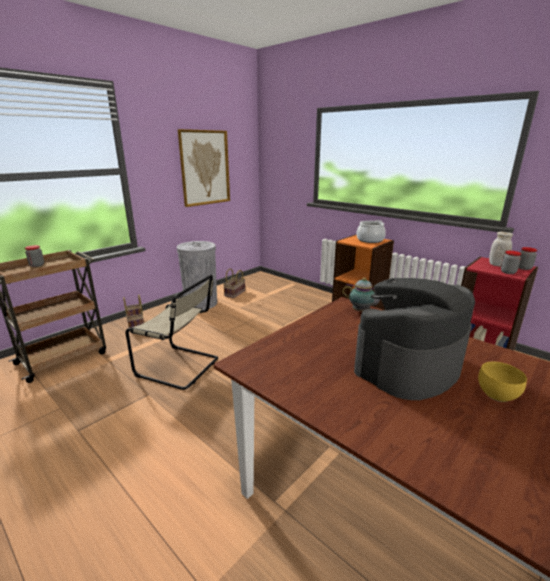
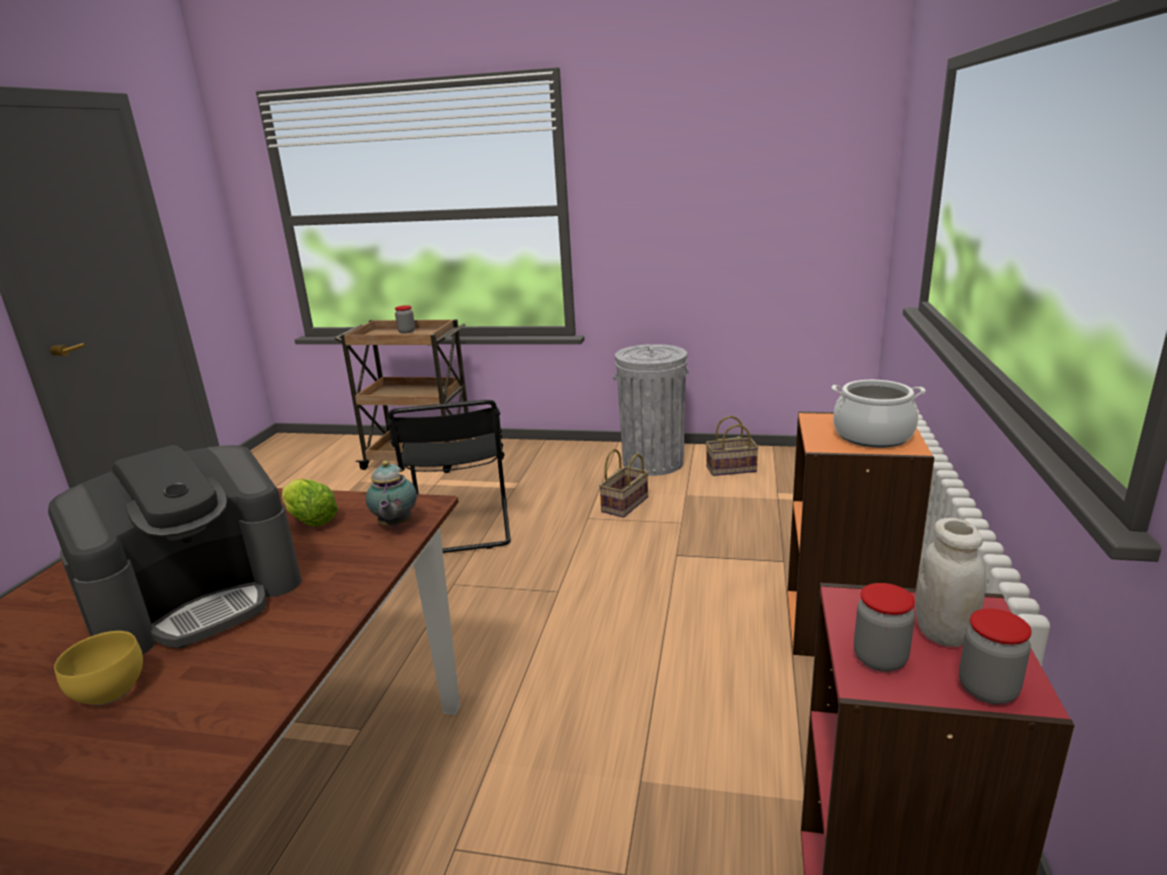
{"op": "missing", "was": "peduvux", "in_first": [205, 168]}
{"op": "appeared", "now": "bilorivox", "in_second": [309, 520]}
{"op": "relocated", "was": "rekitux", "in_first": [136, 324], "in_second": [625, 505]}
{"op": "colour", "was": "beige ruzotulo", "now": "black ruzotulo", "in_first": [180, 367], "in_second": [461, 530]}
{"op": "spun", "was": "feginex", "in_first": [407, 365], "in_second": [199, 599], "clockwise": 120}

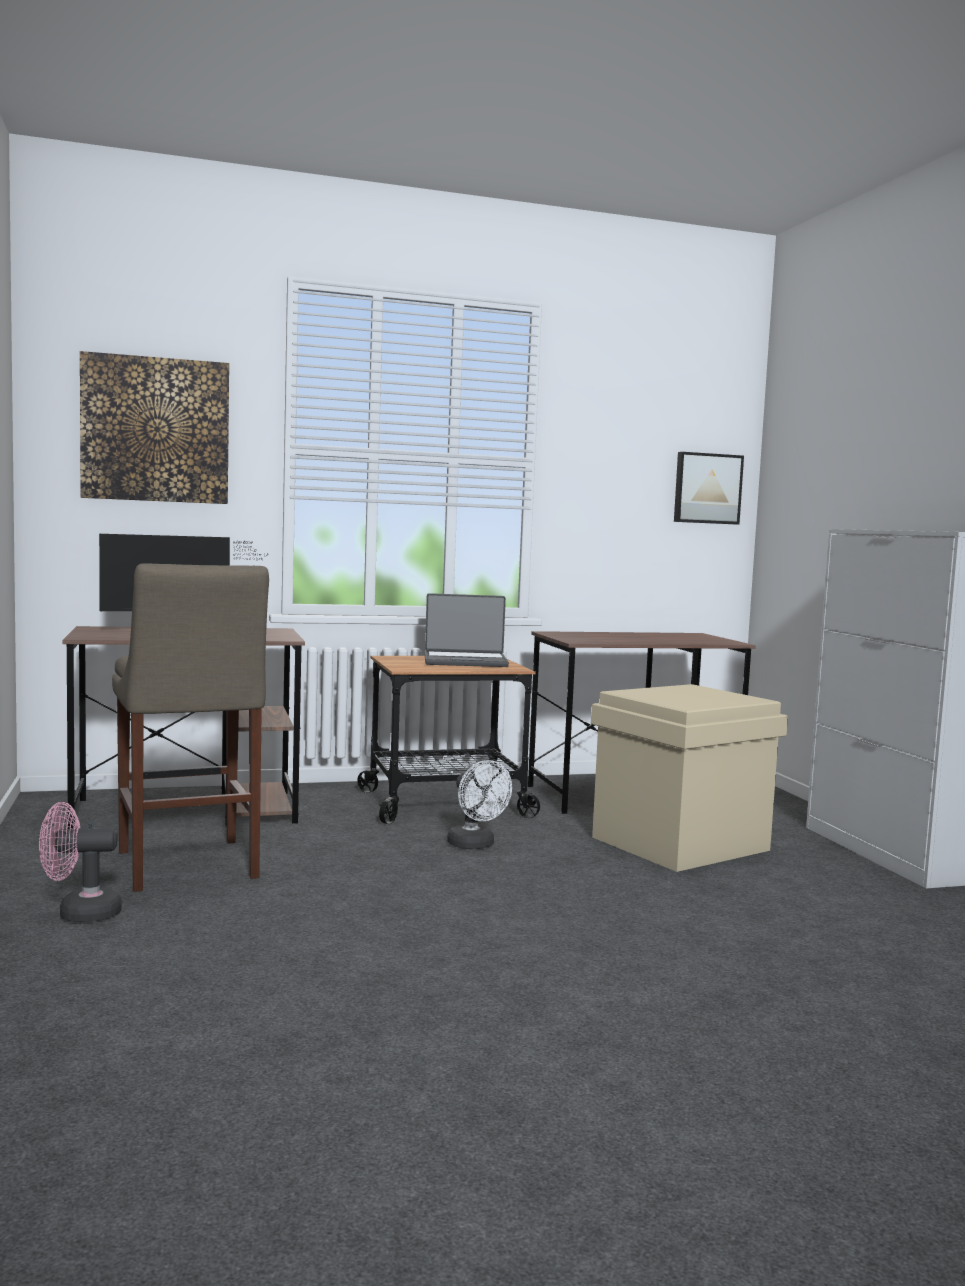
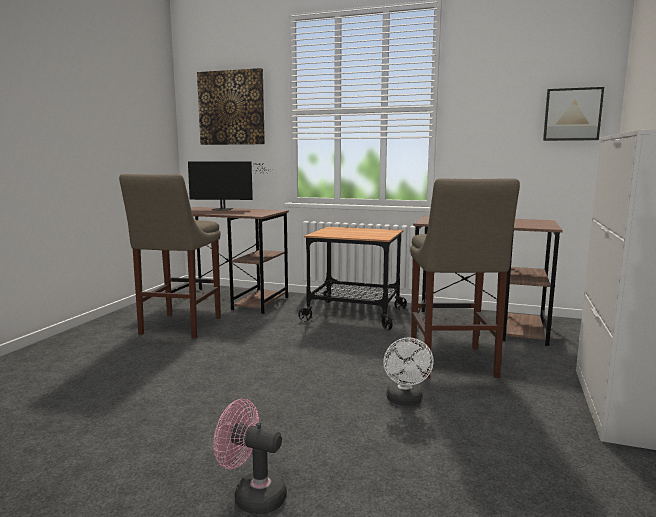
{"op": "missing", "was": "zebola", "in_first": [465, 661]}
{"op": "relocated", "was": "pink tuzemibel", "in_first": [79, 913], "in_second": [252, 495]}
{"op": "relocated", "was": "white tuzemibel", "in_first": [475, 845], "in_second": [405, 401]}
{"op": "exchanged", "was": "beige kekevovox", "now": "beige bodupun", "in_first": [679, 844], "in_second": [452, 364]}

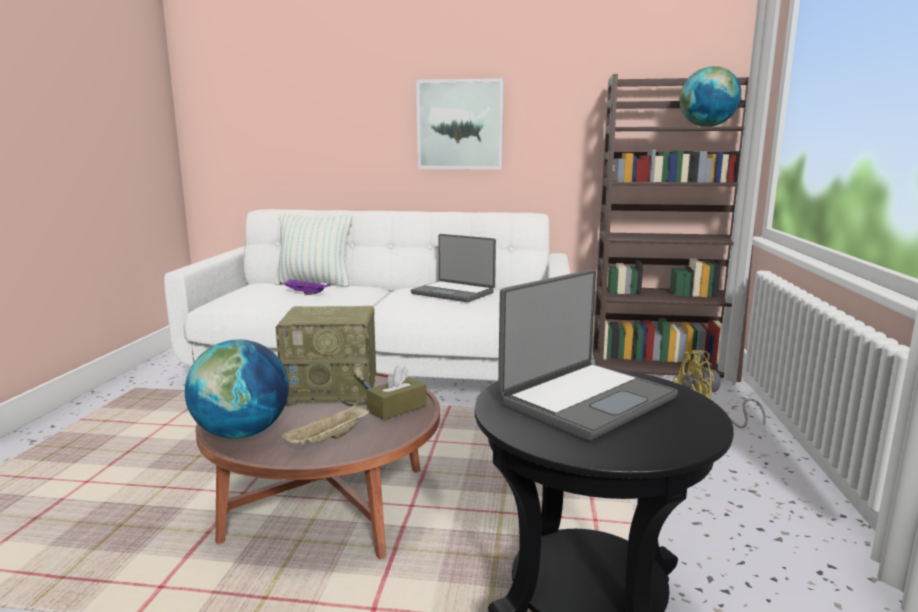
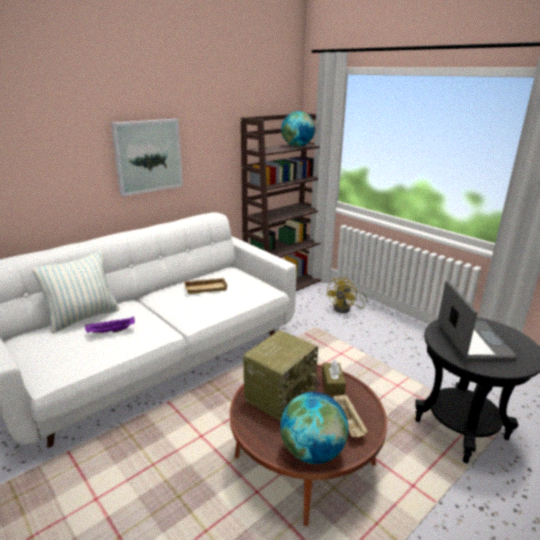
{"op": "exchanged", "was": "zebola", "now": "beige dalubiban", "in_first": [454, 293], "in_second": [206, 288]}

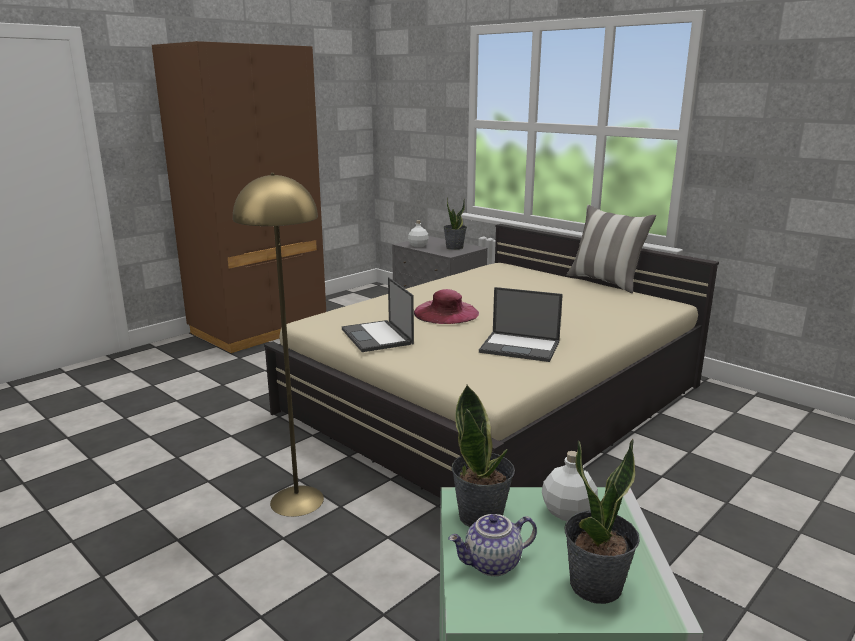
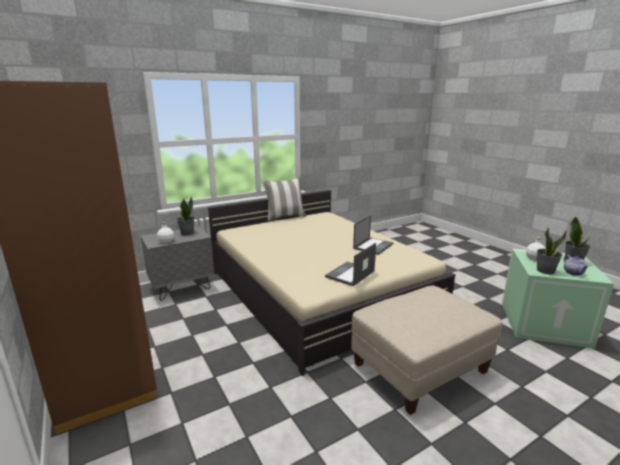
{"op": "missing", "was": "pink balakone", "in_first": [446, 312]}
{"op": "exchanged", "was": "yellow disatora", "now": "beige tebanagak", "in_first": [297, 500], "in_second": [420, 369]}
{"op": "spun", "was": "zebola", "in_first": [377, 337], "in_second": [350, 274], "clockwise": 135}

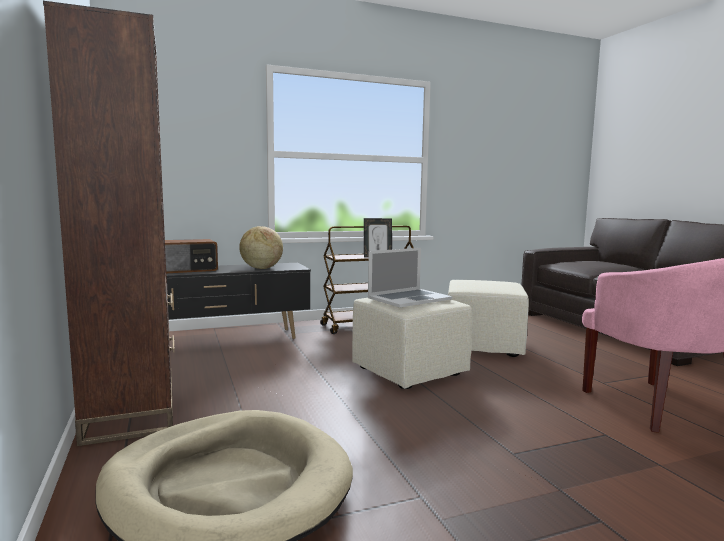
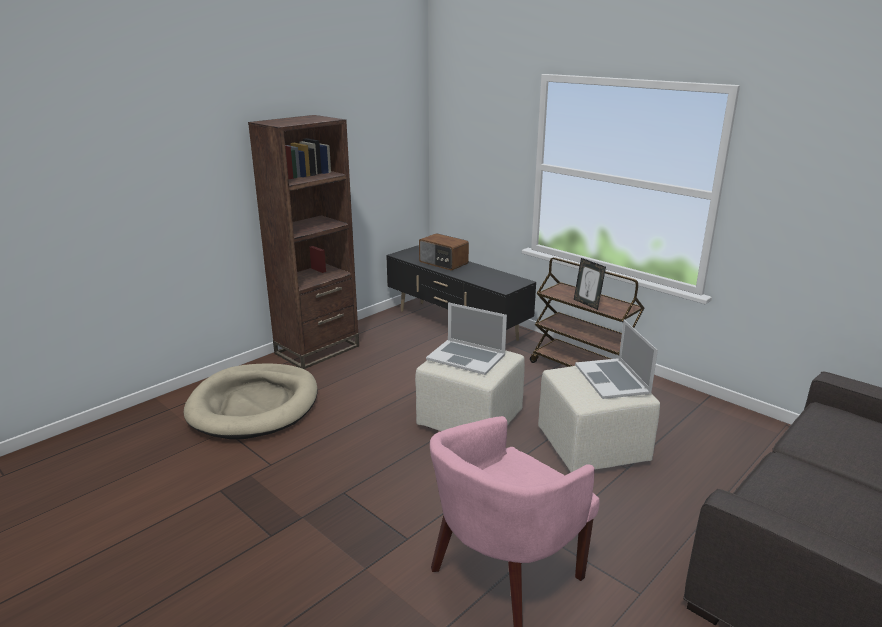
{"op": "missing", "was": "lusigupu", "in_first": [261, 268]}
{"op": "appeared", "now": "zebola", "in_second": [612, 378]}

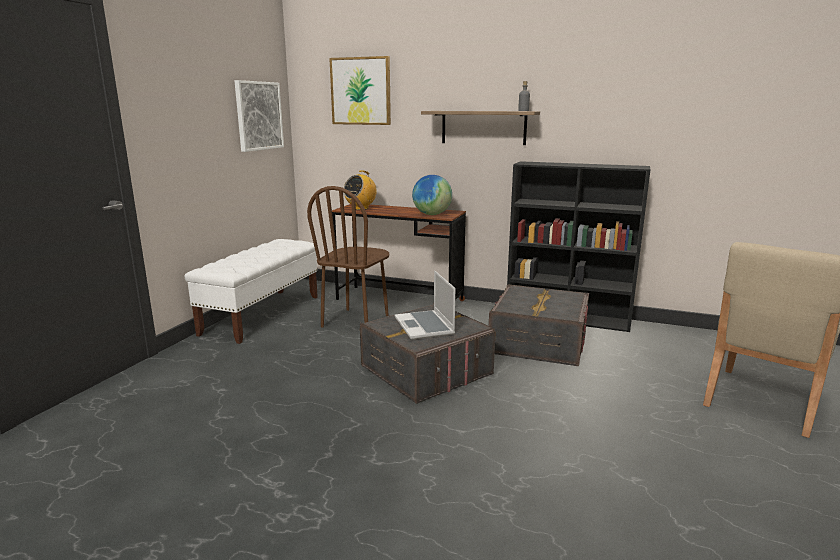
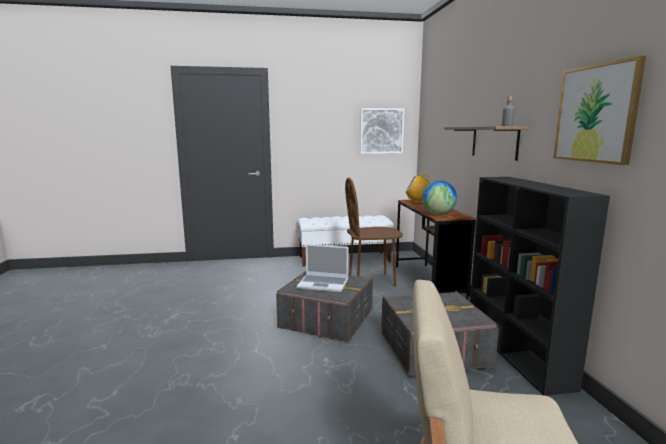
{"op": "relocated", "was": "peduvux", "in_first": [361, 91], "in_second": [596, 113]}
{"op": "spun", "was": "zebola", "in_first": [425, 326], "in_second": [324, 284], "clockwise": -120}

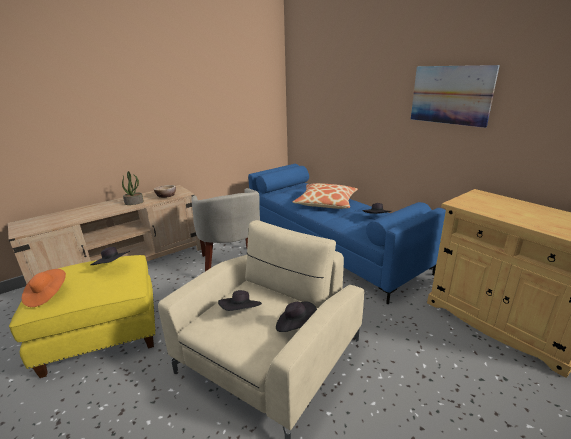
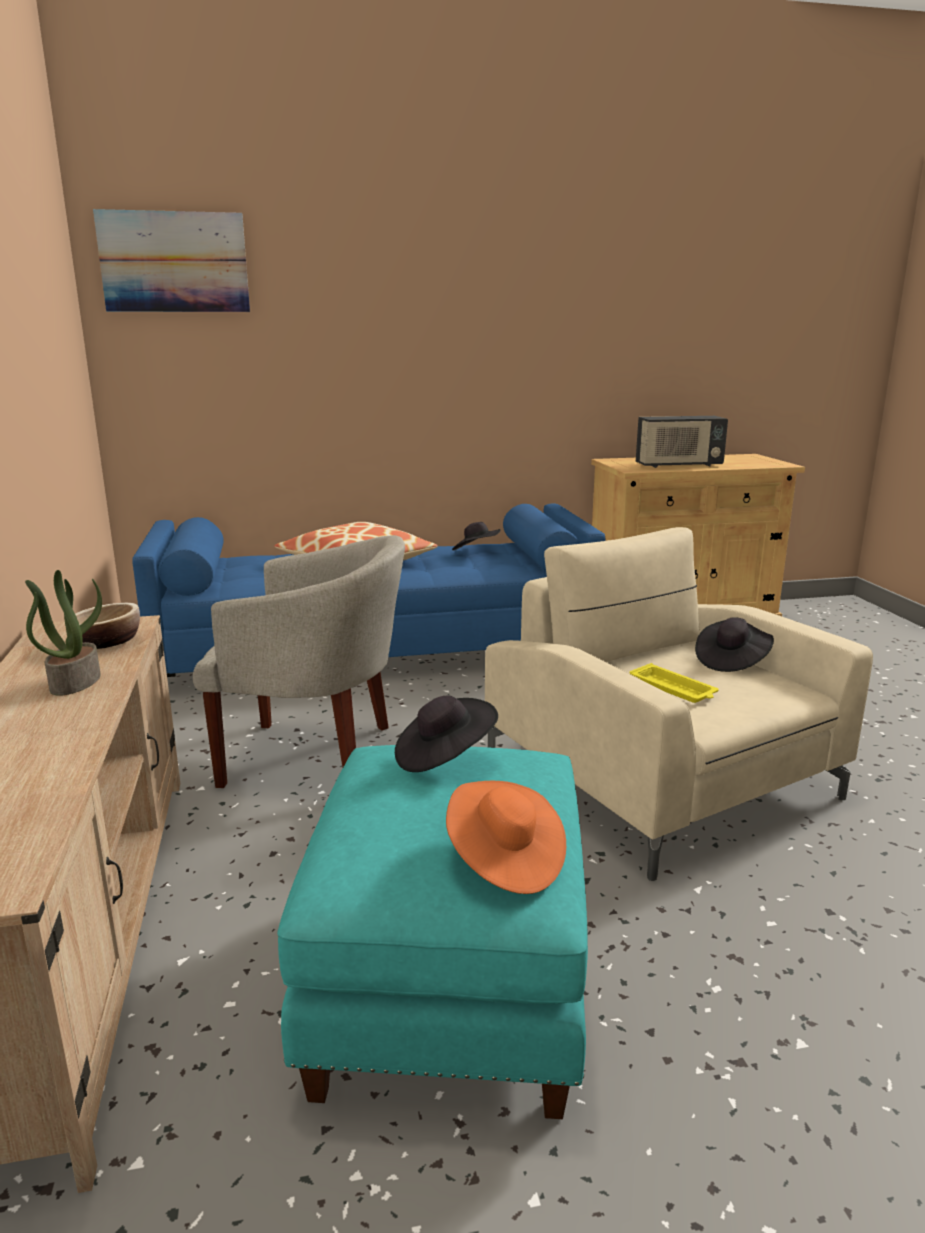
{"op": "appeared", "now": "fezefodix", "in_second": [678, 465]}
{"op": "relocated", "was": "peduvux", "in_first": [450, 95], "in_second": [174, 262]}
{"op": "exchanged", "was": "black balakone", "now": "yellow dalubiban", "in_first": [241, 312], "in_second": [674, 689]}
{"op": "colour", "was": "yellow tebanagak", "now": "turquoise tebanagak", "in_first": [103, 335], "in_second": [445, 985]}

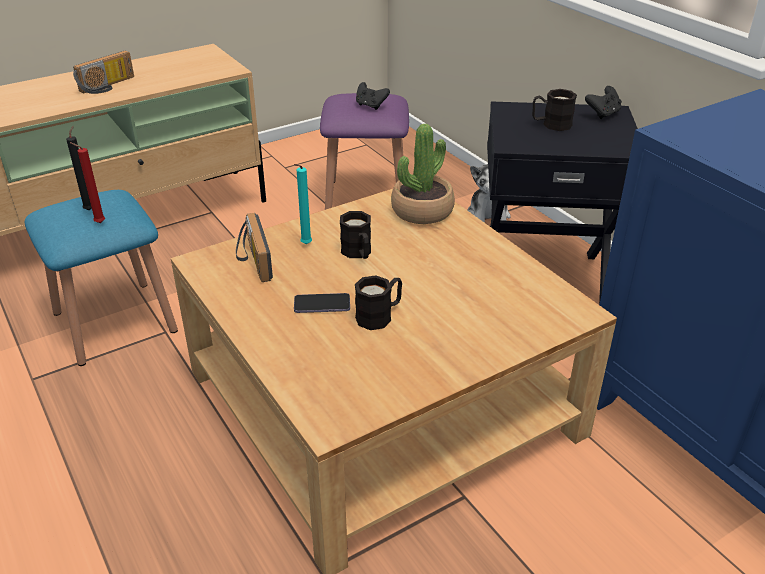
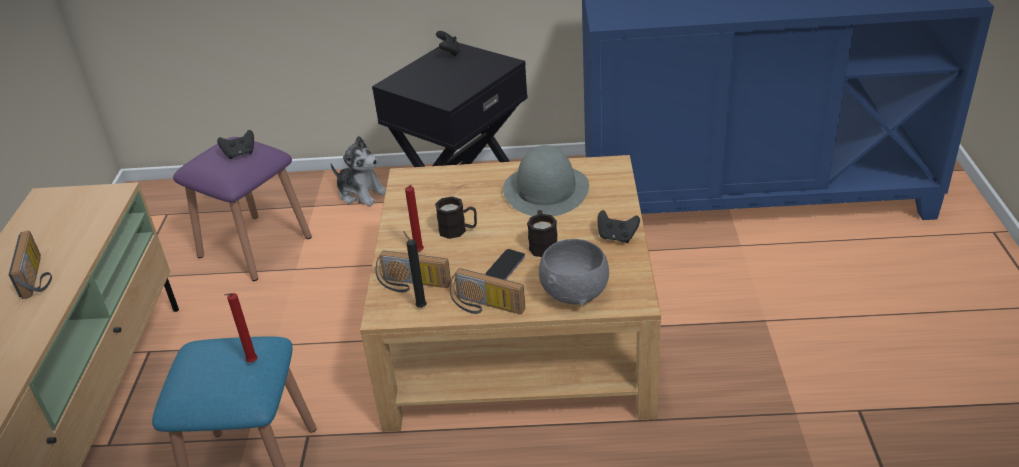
{"op": "missing", "was": "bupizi", "in_first": [422, 210]}
{"op": "missing", "was": "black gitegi", "in_first": [551, 124]}
{"op": "appeared", "now": "fezefodix", "in_second": [485, 307]}
{"op": "appeared", "now": "grey balakone", "in_second": [545, 189]}
{"op": "appeared", "now": "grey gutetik", "in_second": [575, 293]}
{"op": "appeared", "now": "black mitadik", "in_second": [617, 237]}
{"op": "relocated", "was": "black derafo", "in_first": [90, 209], "in_second": [420, 306]}
{"op": "colour", "was": "turquoise derafo", "now": "red derafo", "in_first": [305, 245], "in_second": [419, 252]}

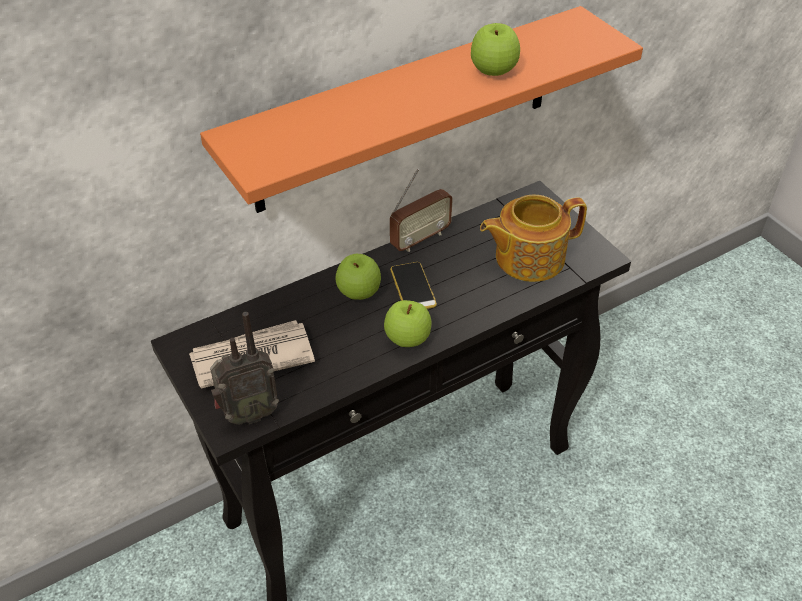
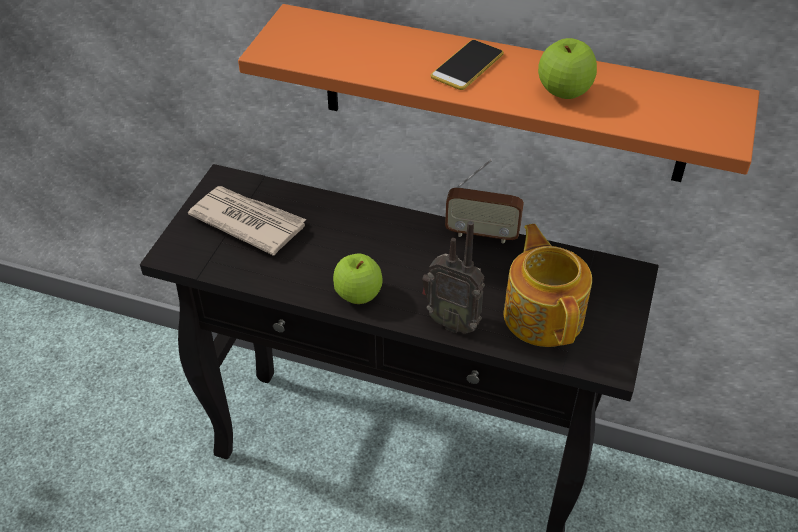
{"op": "missing", "was": "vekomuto", "in_first": [359, 293]}
{"op": "relocated", "was": "fezefodix", "in_first": [248, 414], "in_second": [453, 321]}
{"op": "relocated", "was": "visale", "in_first": [413, 287], "in_second": [467, 66]}
{"op": "spun", "was": "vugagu", "in_first": [527, 257], "in_second": [544, 314], "clockwise": 45}

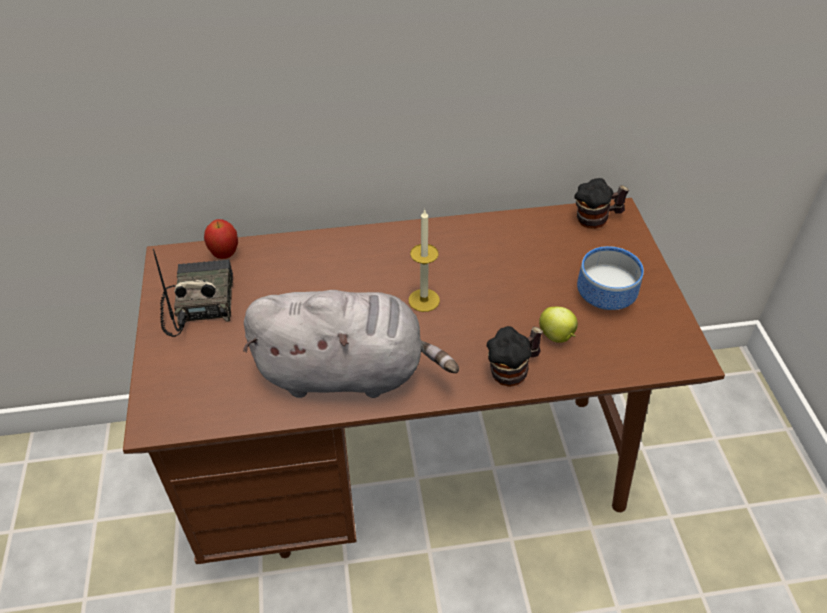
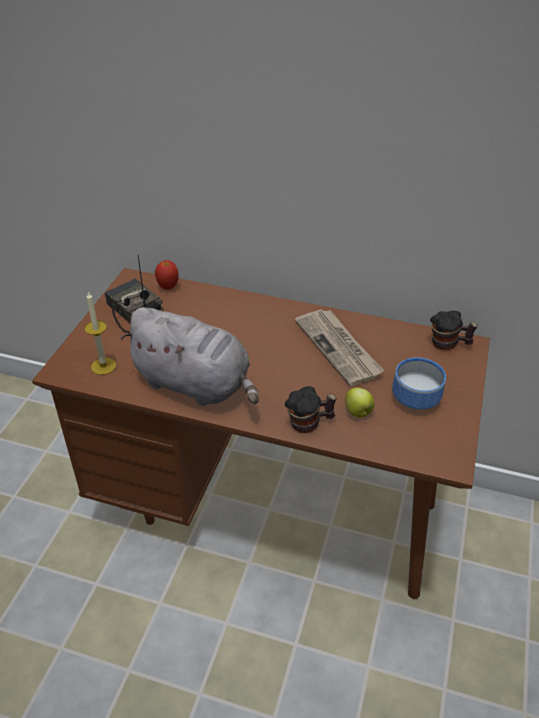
{"op": "appeared", "now": "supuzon", "in_second": [339, 348]}
{"op": "relocated", "was": "derafo", "in_first": [424, 300], "in_second": [103, 366]}
{"op": "spun", "was": "fezefodix", "in_first": [199, 303], "in_second": [132, 311], "clockwise": -60}

